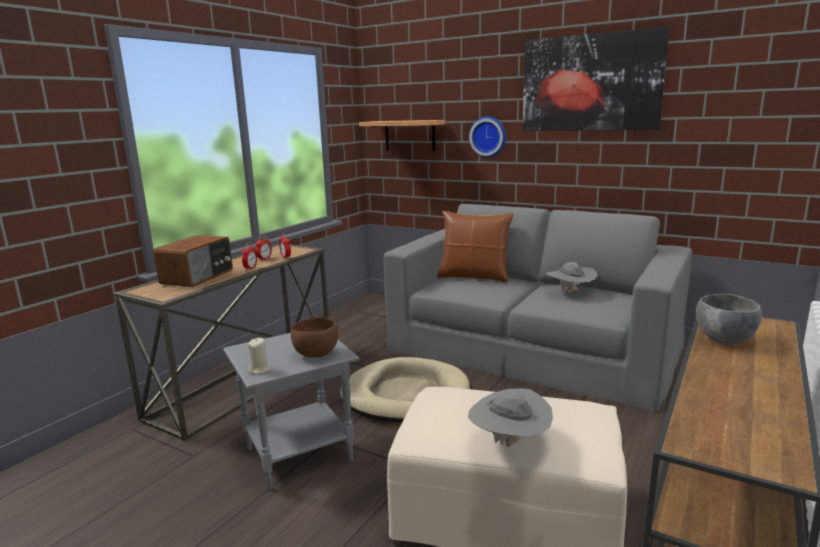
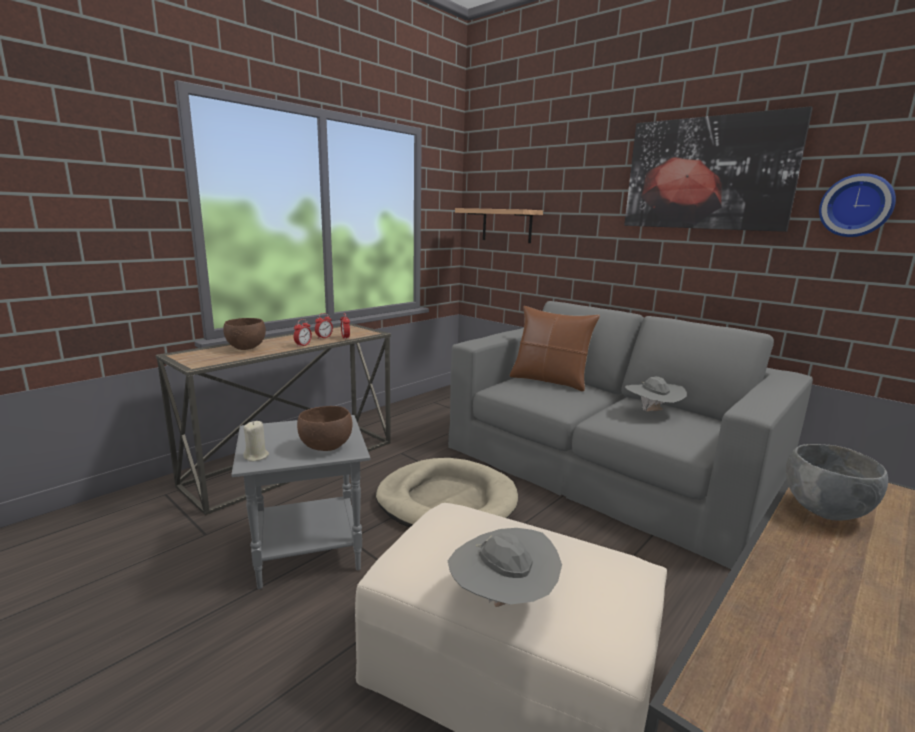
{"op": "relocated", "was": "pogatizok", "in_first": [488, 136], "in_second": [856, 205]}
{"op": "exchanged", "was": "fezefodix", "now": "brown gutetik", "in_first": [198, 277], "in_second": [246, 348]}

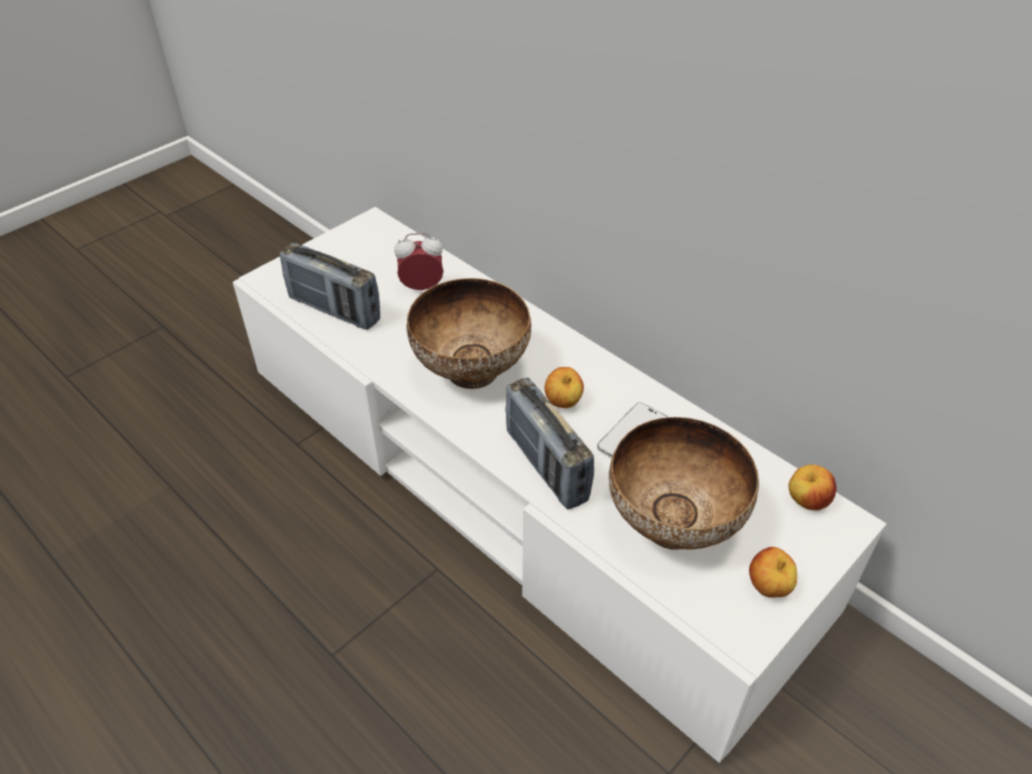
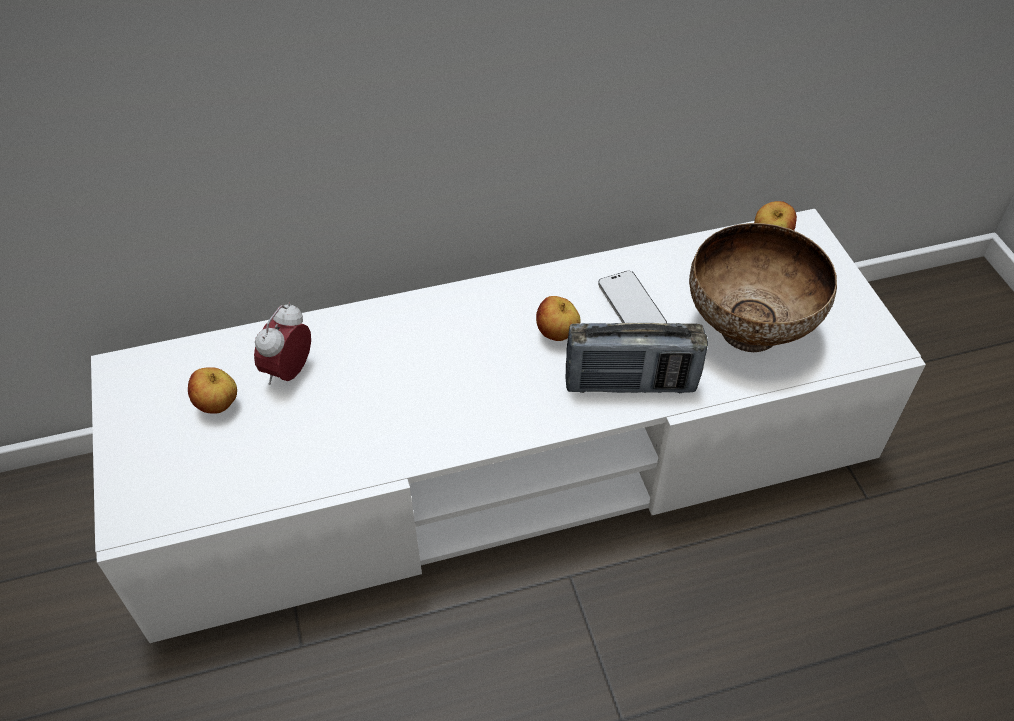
{"op": "missing", "was": "fezefodix", "in_first": [334, 310]}
{"op": "missing", "was": "gutetik", "in_first": [470, 370]}
{"op": "relocated", "was": "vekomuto", "in_first": [768, 587], "in_second": [218, 405]}

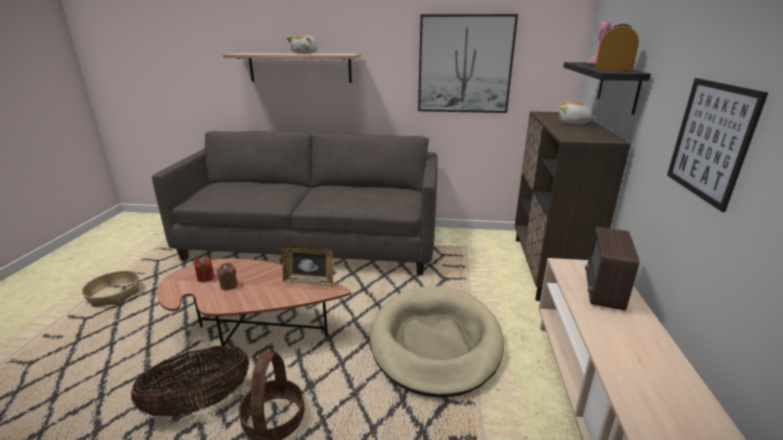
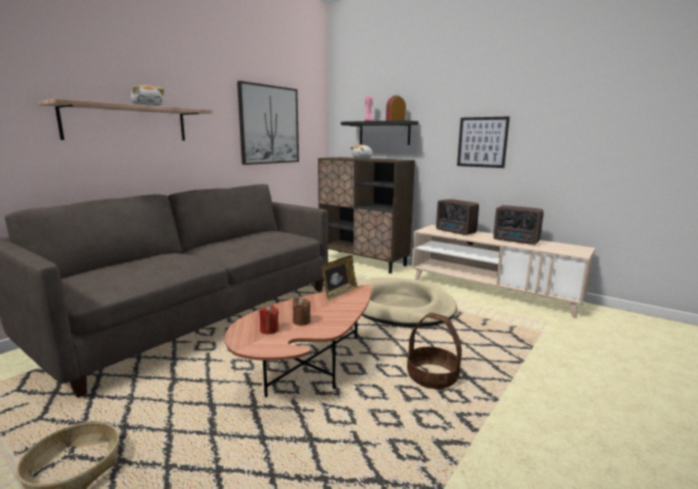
{"op": "missing", "was": "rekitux", "in_first": [200, 403]}
{"op": "appeared", "now": "fezefodix", "in_second": [516, 241]}

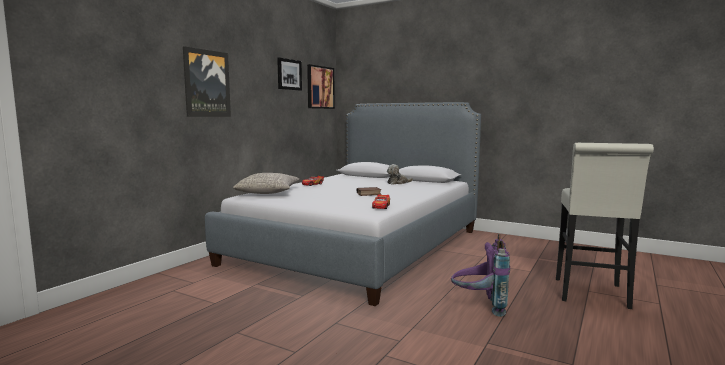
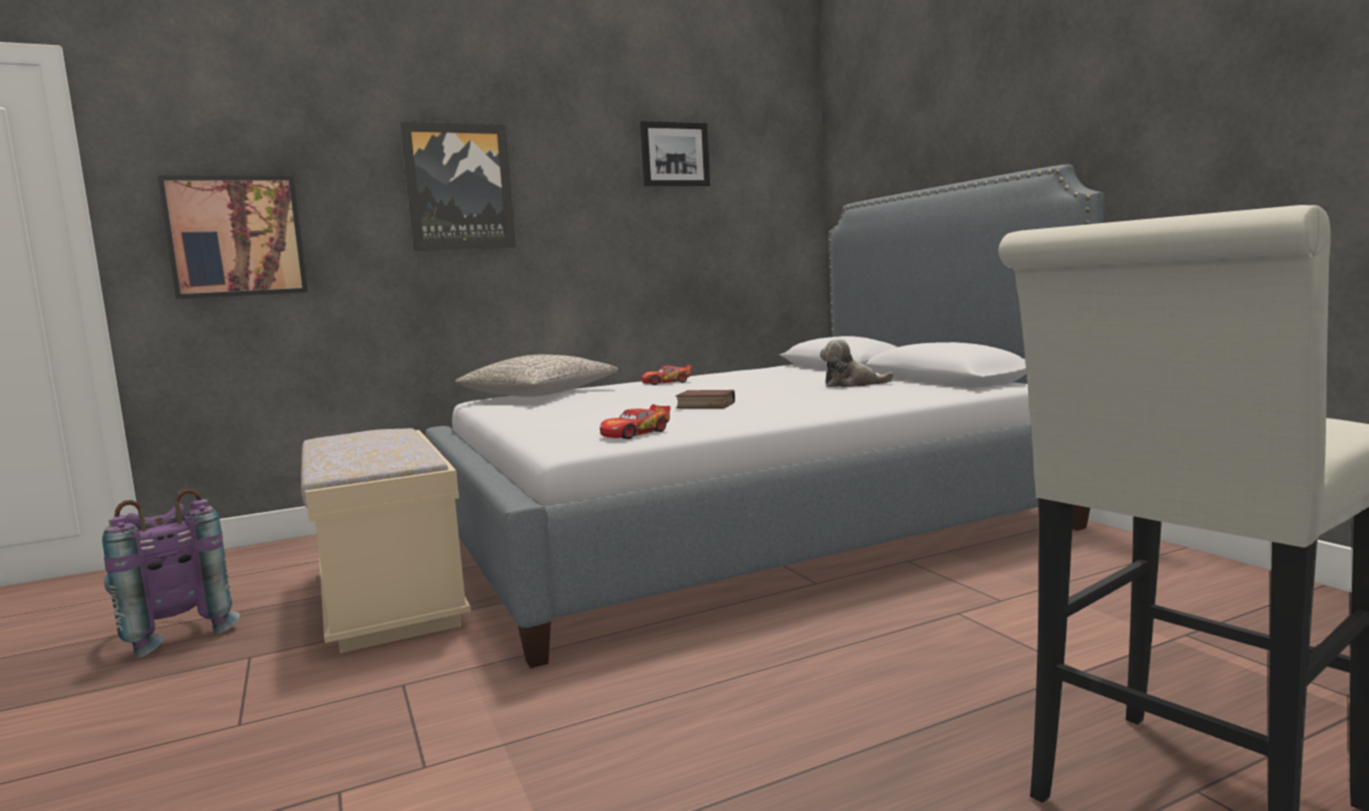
{"op": "appeared", "now": "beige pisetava", "in_second": [389, 599]}
{"op": "relocated", "was": "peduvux", "in_first": [320, 87], "in_second": [236, 236]}
{"op": "relocated", "was": "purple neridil", "in_first": [479, 306], "in_second": [172, 633]}

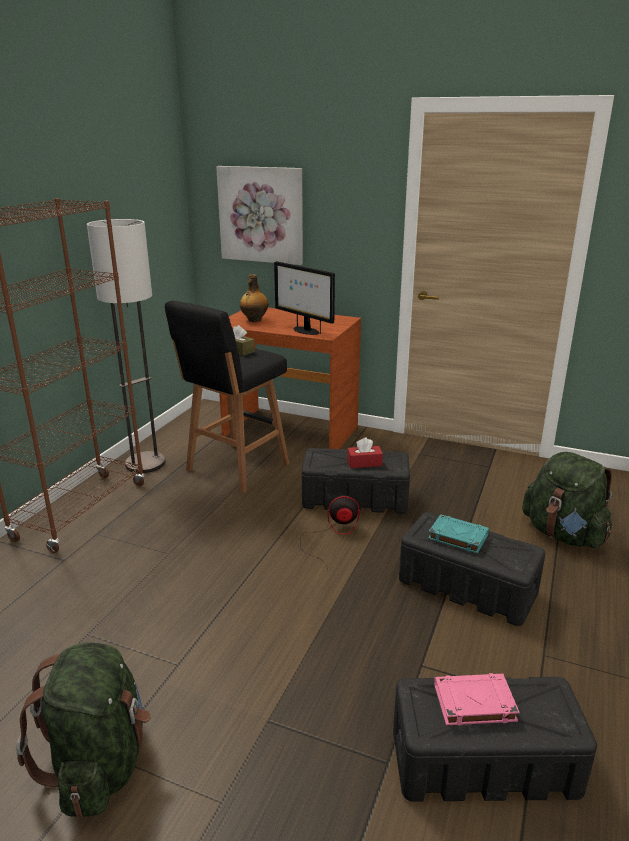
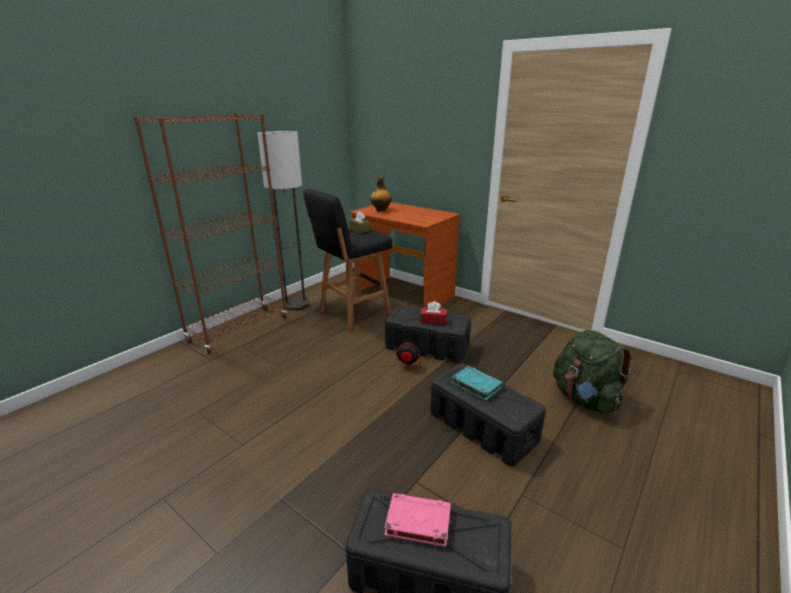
{"op": "missing", "was": "green neridil", "in_first": [100, 764]}
{"op": "missing", "was": "peduvux", "in_first": [261, 215]}
{"op": "missing", "was": "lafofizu", "in_first": [305, 331]}

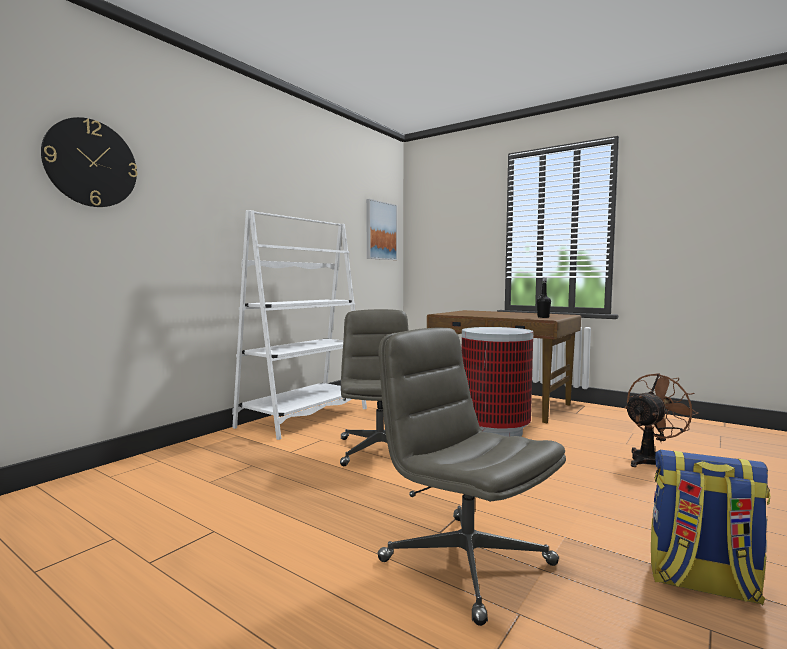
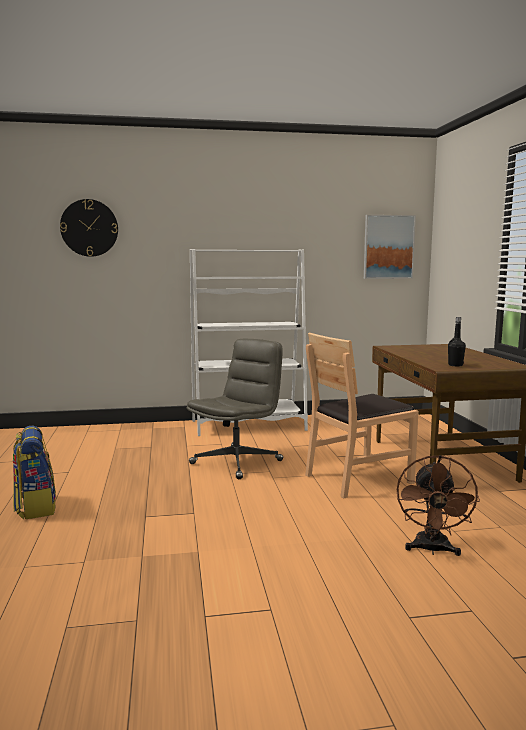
{"op": "missing", "was": "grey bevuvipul", "in_first": [465, 562]}
{"op": "relocated", "was": "neridil", "in_first": [701, 583], "in_second": [35, 507]}
{"op": "exchanged", "was": "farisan", "now": "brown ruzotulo", "in_first": [494, 431], "in_second": [358, 478]}
{"op": "spun", "was": "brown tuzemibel", "in_first": [651, 459], "in_second": [432, 550], "clockwise": 90}

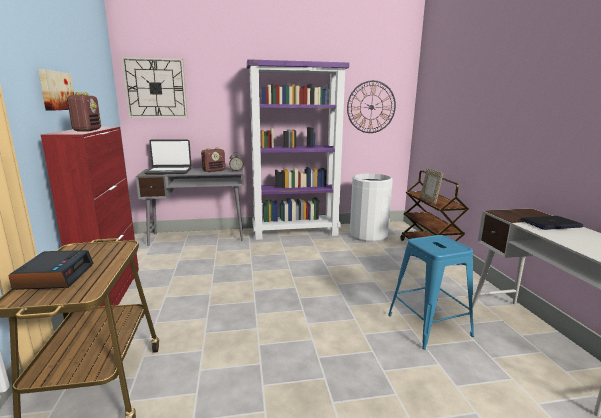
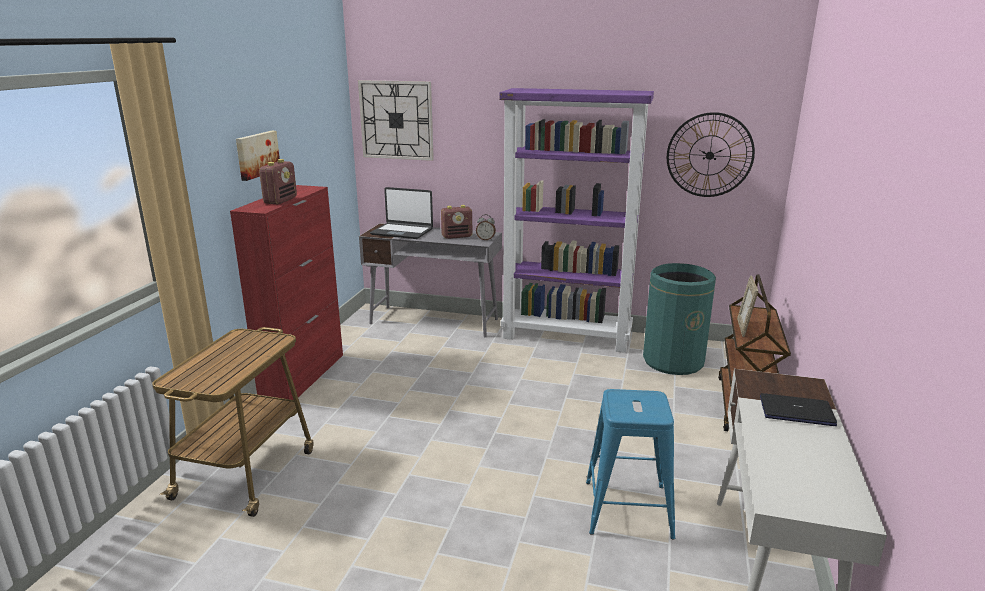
{"op": "missing", "was": "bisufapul", "in_first": [55, 276]}
{"op": "colour", "was": "white farisan", "now": "green farisan", "in_first": [368, 235], "in_second": [673, 361]}

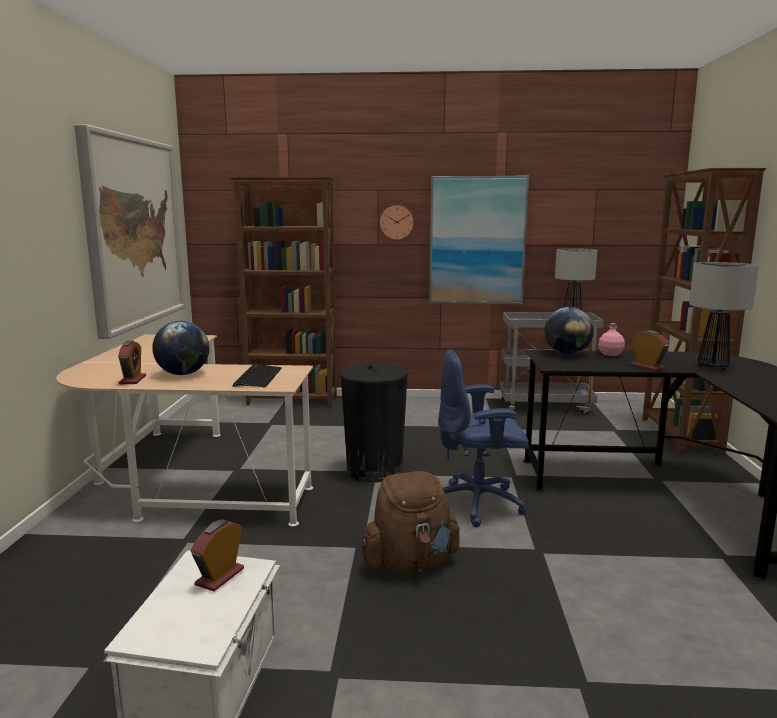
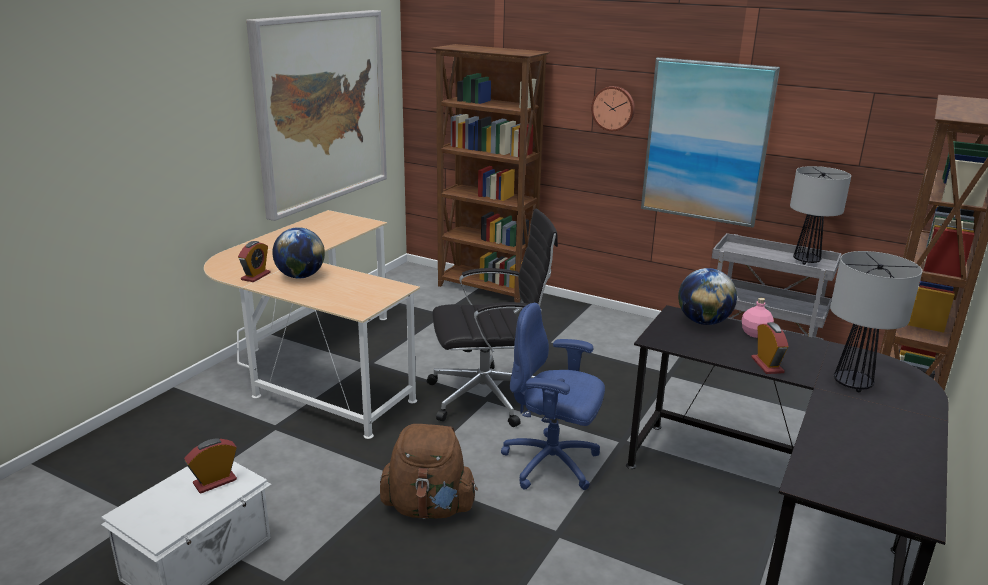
{"op": "missing", "was": "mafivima", "in_first": [258, 377]}
{"op": "exchanged", "was": "black farisan", "now": "black bevuvipul", "in_first": [374, 470], "in_second": [489, 396]}

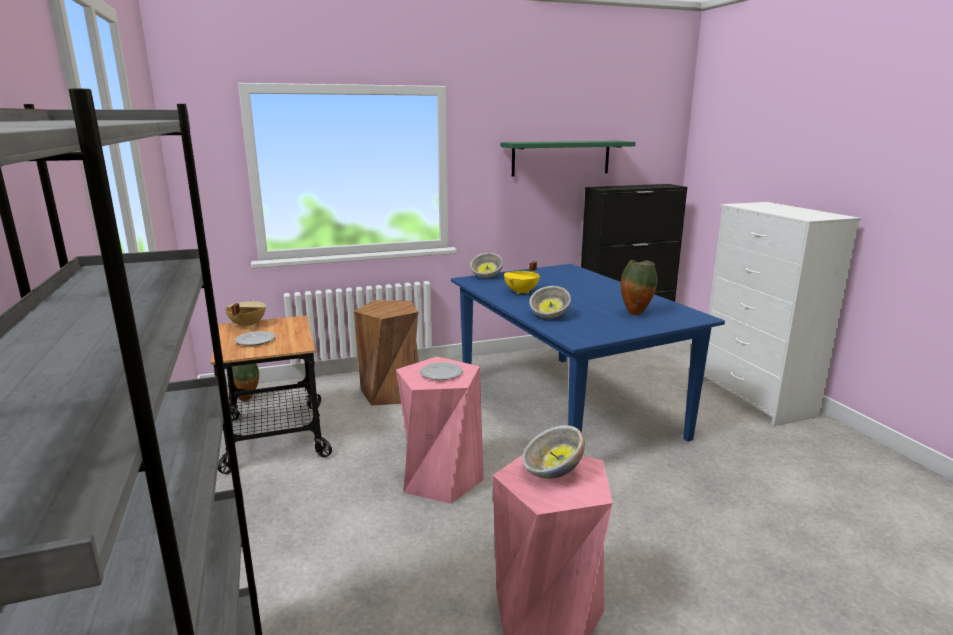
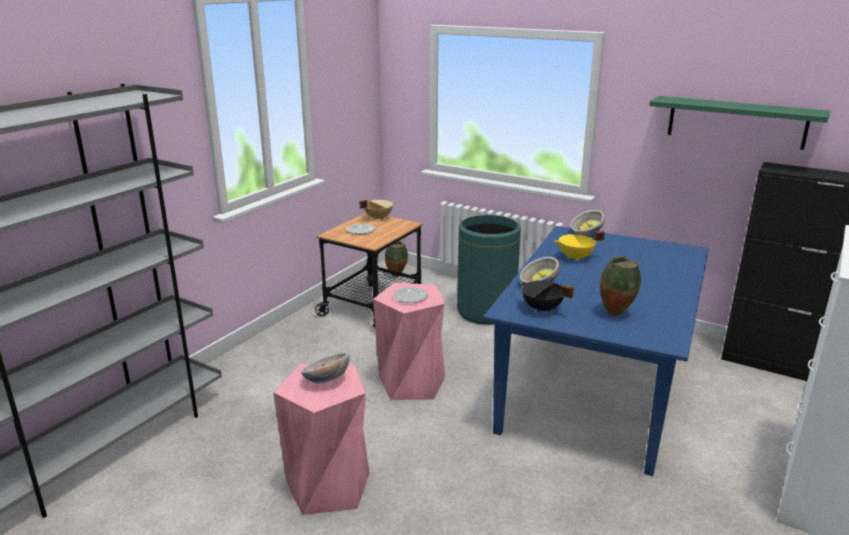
{"op": "appeared", "now": "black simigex", "in_second": [542, 309]}
{"op": "exchanged", "was": "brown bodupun", "now": "green farisan", "in_first": [391, 392], "in_second": [486, 311]}

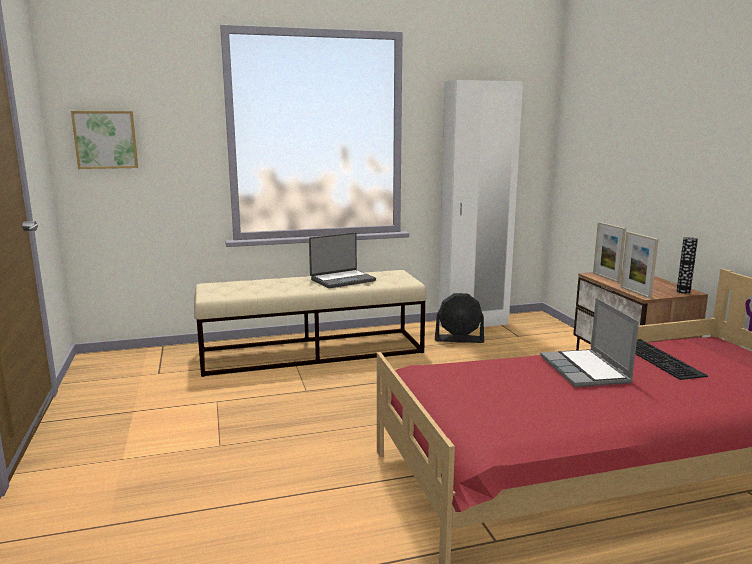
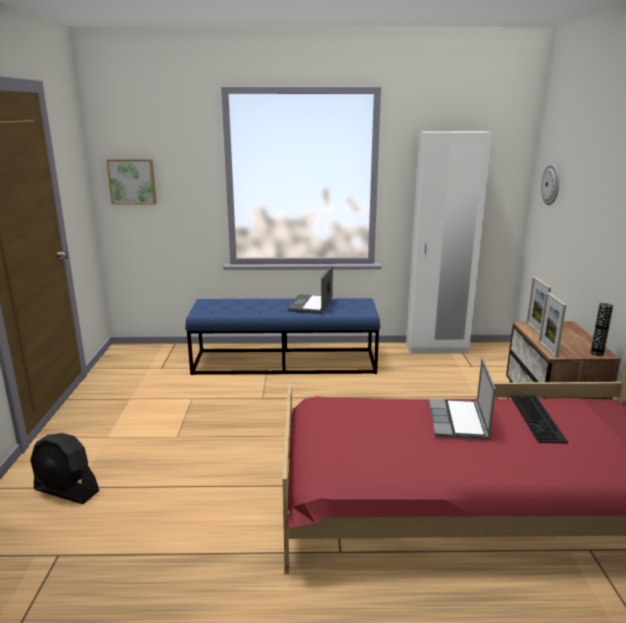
{"op": "appeared", "now": "pogatizok", "in_second": [551, 184]}
{"op": "relocated", "was": "black tuzemibel", "in_first": [459, 339], "in_second": [66, 491]}
{"op": "colour", "was": "beige pisetava", "now": "blue pisetava", "in_first": [312, 352], "in_second": [285, 362]}
{"op": "spun", "was": "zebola", "in_first": [342, 280], "in_second": [311, 305], "clockwise": 120}

